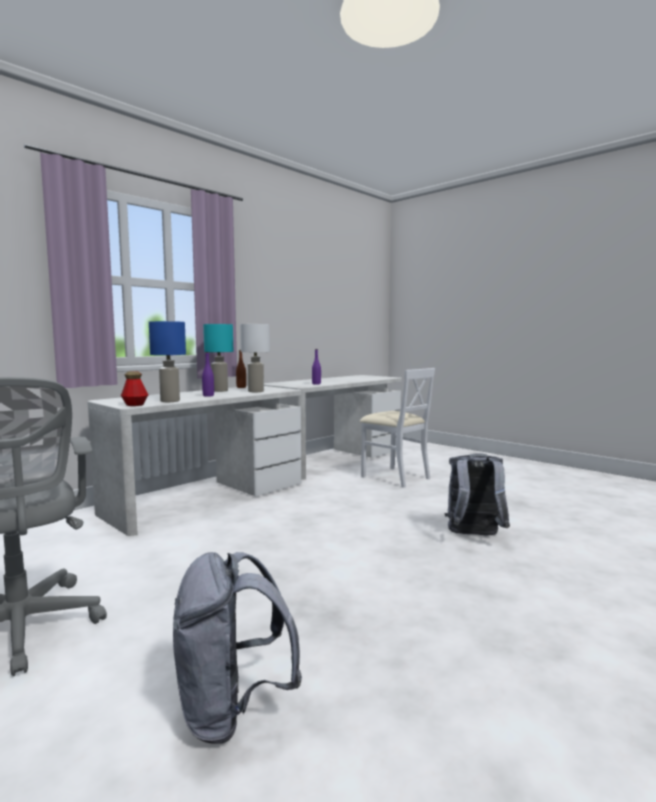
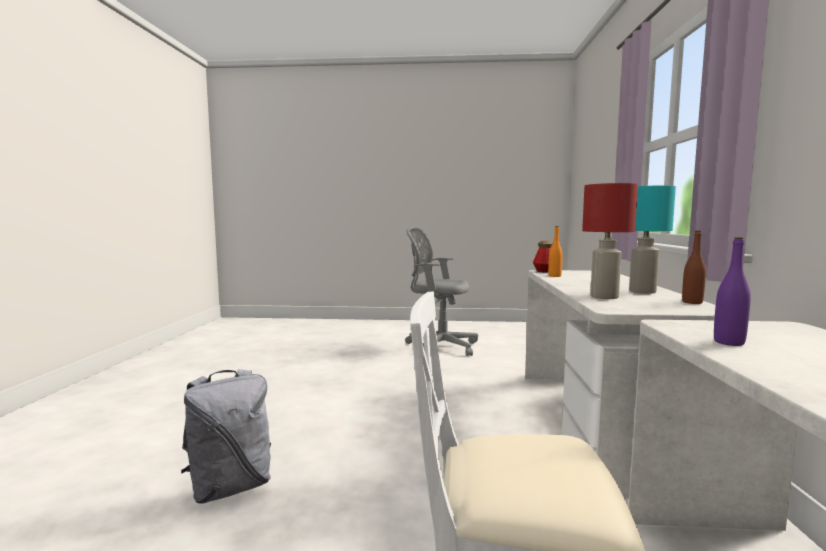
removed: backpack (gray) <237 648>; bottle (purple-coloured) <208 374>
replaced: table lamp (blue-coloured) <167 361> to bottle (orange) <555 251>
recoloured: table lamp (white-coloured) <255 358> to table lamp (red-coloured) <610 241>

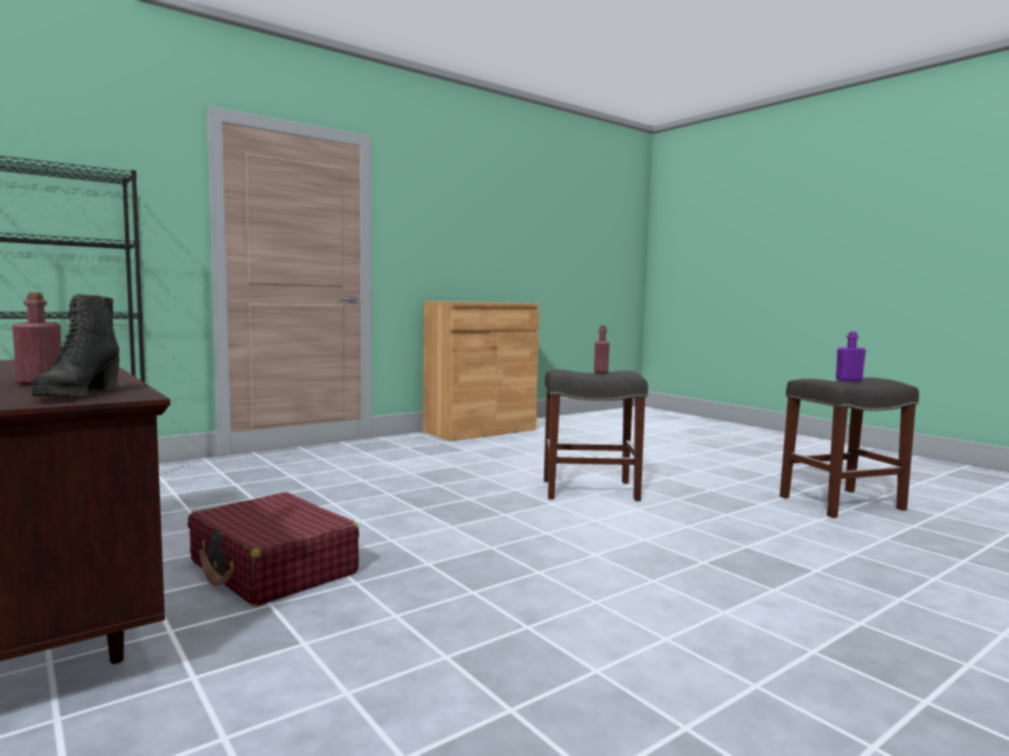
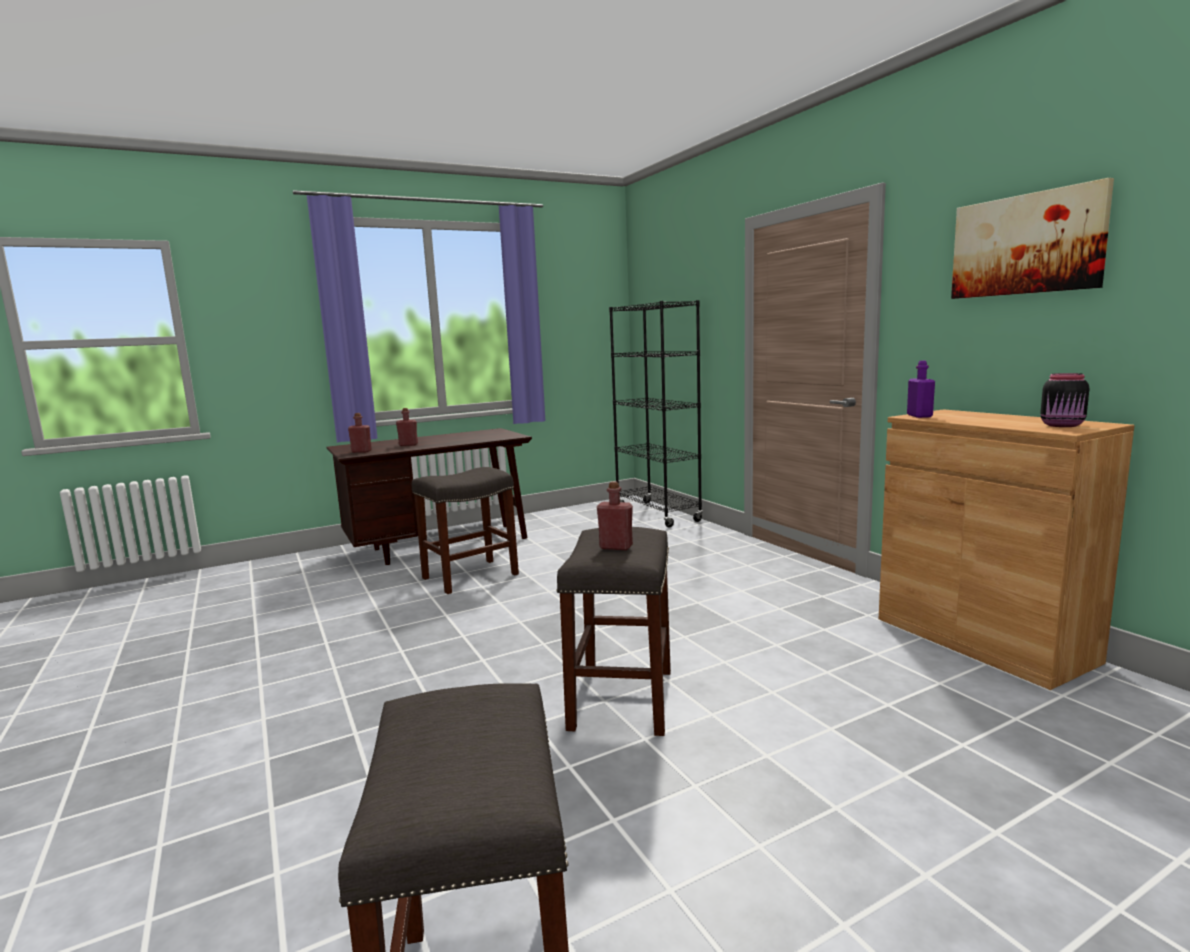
added: picture <1032 238>; preserve jar (black-coloured) <1064 400>
moved: bottle (purple-coloured) <851 356> to <921 389>
replaced: tall boot (black-coloured) <75 345> to bottle (red-coloured) <360 433>; piece of luggage (red-coloured) <273 549> to stool seat (gray) <465 530>

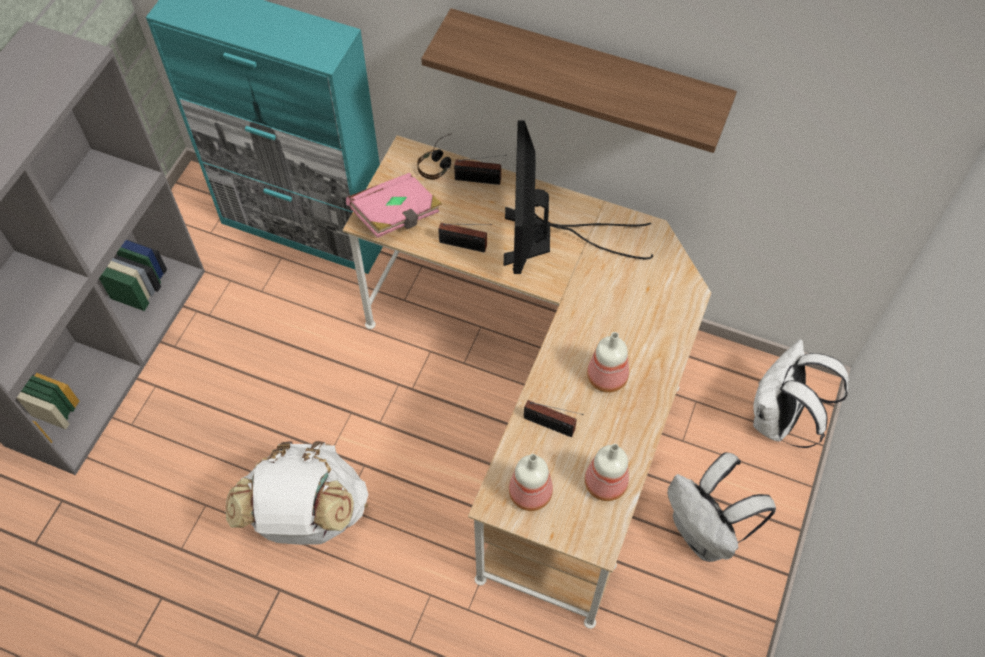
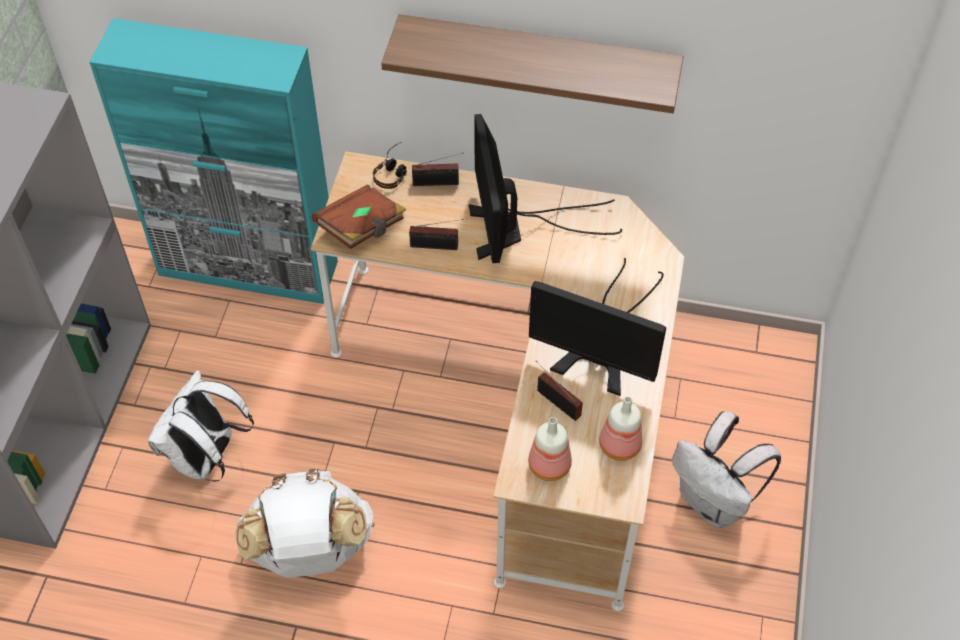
moved: backpack (white-coloured) <801 394> to <201 425>
replaced: bottle <608 362> to computer display <597 327>
recoloured: bound book (pink) <394 205> to bound book (brown) <359 216>
turned: radio set <553 418> = <559 391> 150 degrees counterclockwise

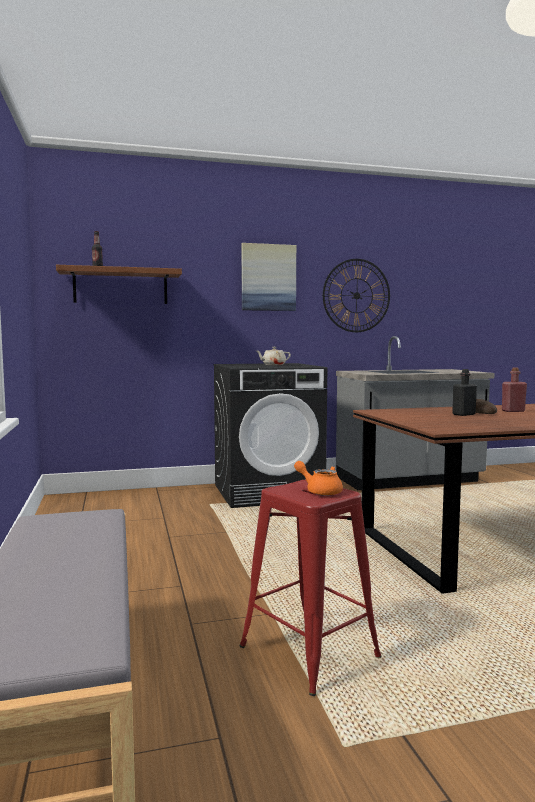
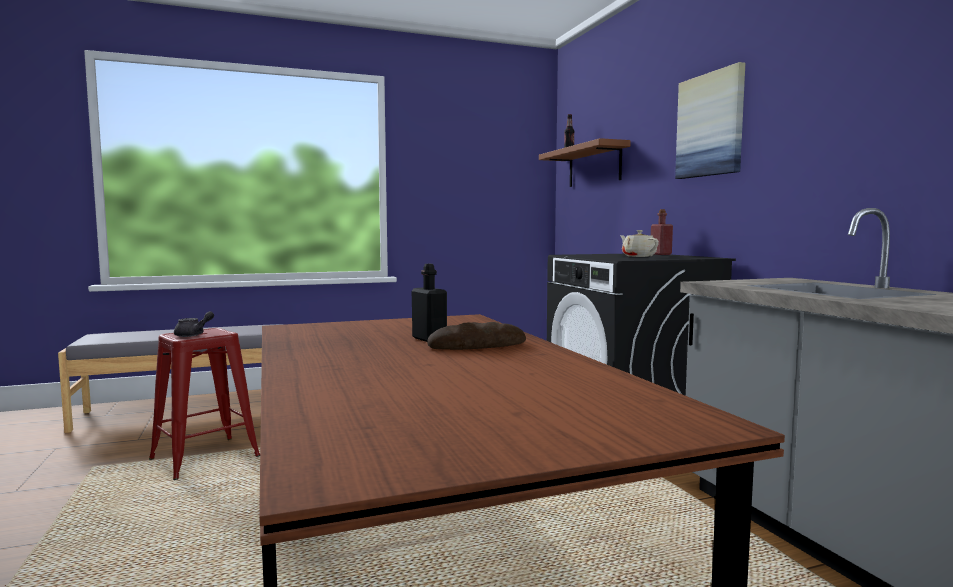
removed: wall clock <356 295>
moved: bottle (red-coloured) <514 390> to <662 232>
recoloured: tea pot (orange) <318 478> to tea pot (gray) <194 324>

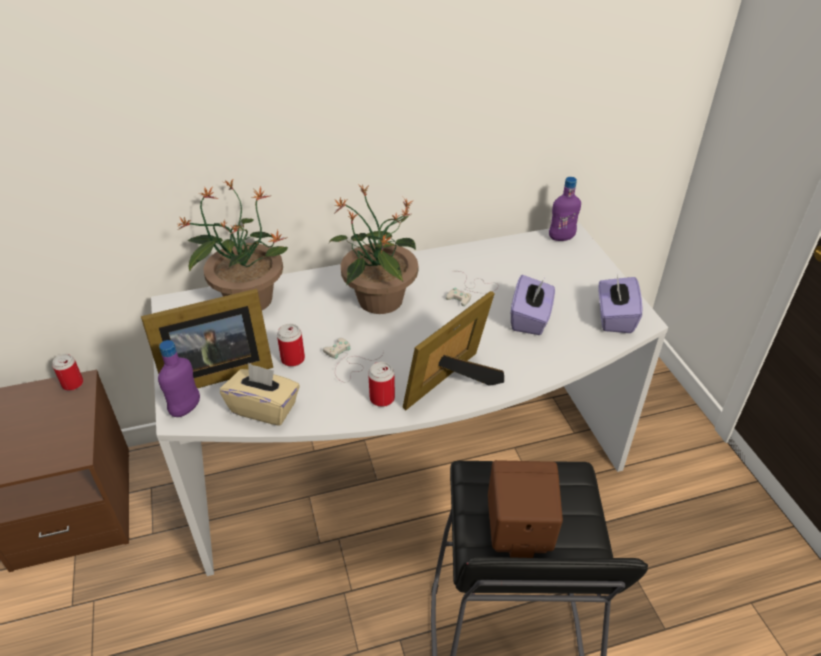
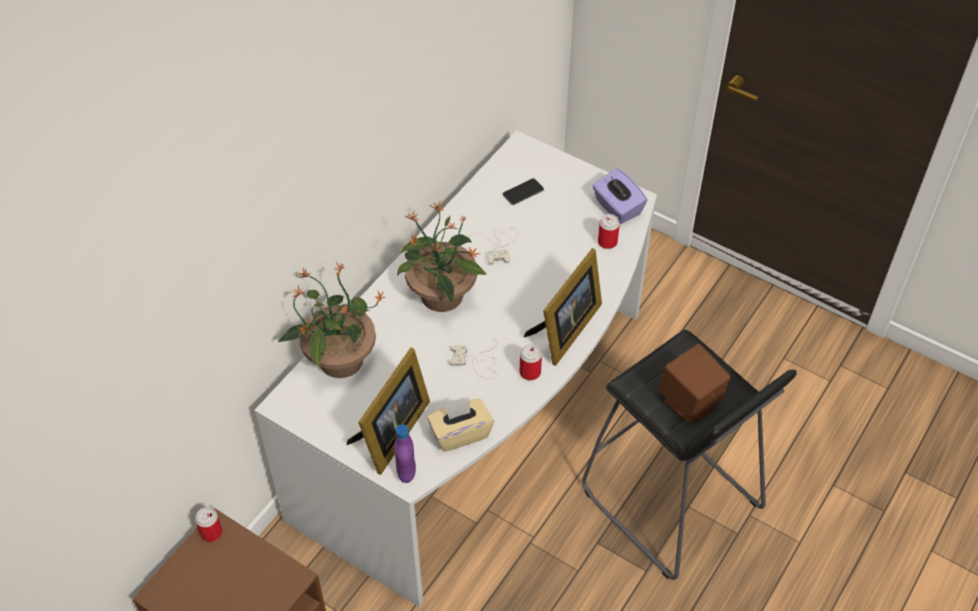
removed: tissue holder (purple-coloured) <533 305>; bottle (purple-coloured) <565 209>
added: telephone <523 191>
moved: metal can <291 345> to <609 231>
turned: standing frame <453 350> = <563 307> 150 degrees counterclockwise

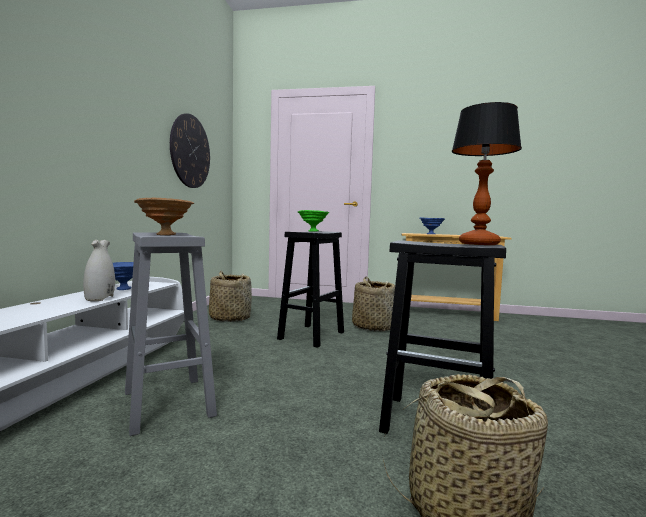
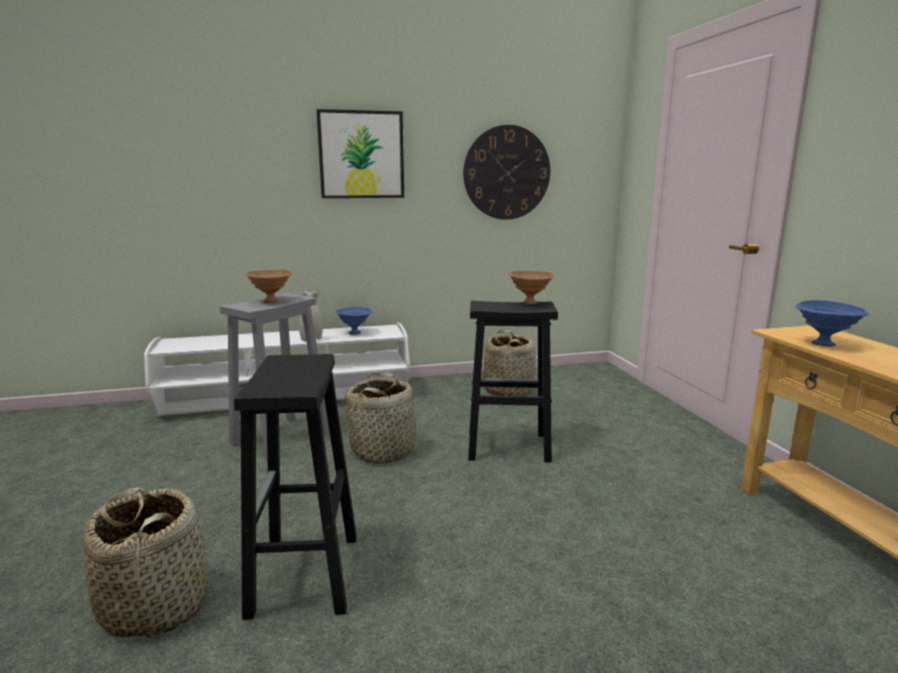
removed: table lamp <487 173>
added: picture <360 153>
moved: household basket <373 304> to <382 418>
recoloured: serving bowl (green) <313 221> to serving bowl (brown) <531 288>

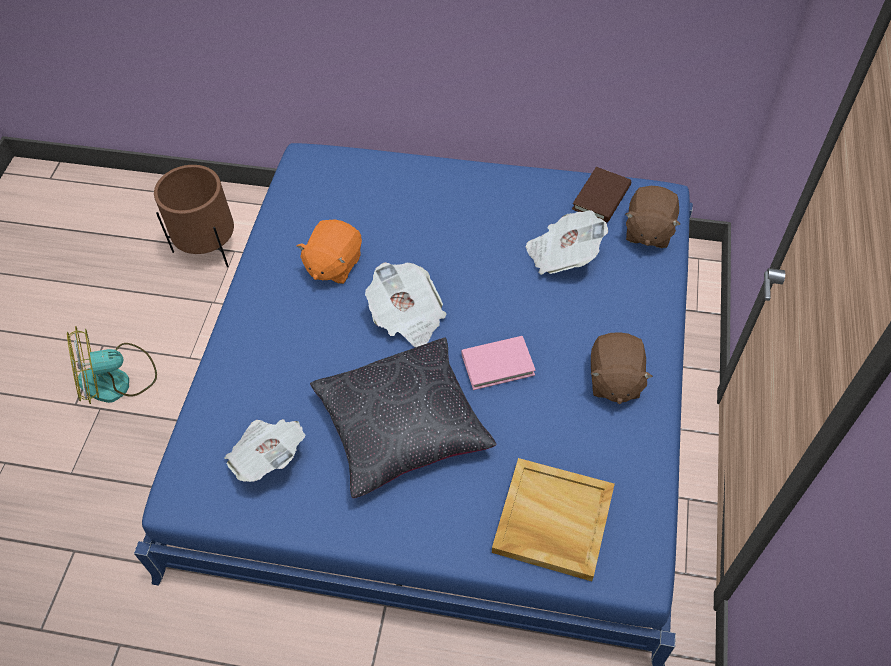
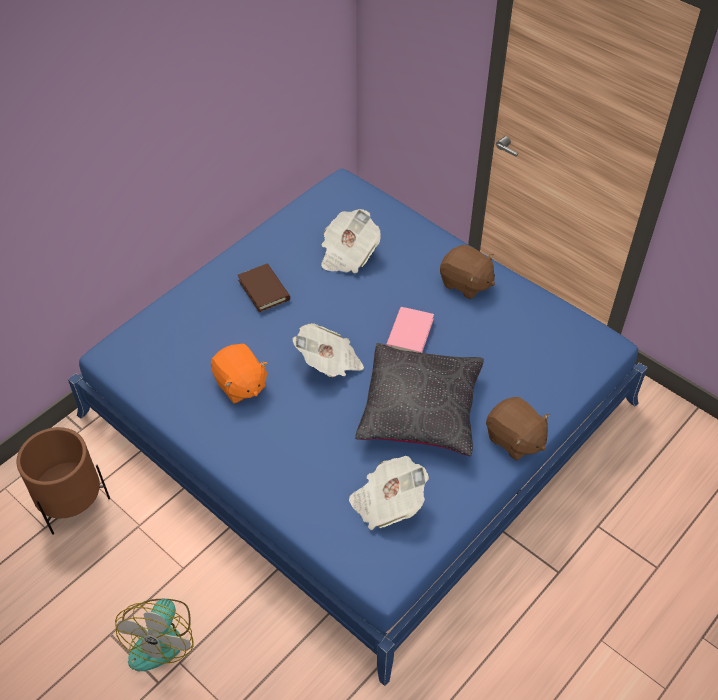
removed: tray (sand-coloured) <553 519>
moved: bound book (brown) <601 195> to <264 288>; soft toy (brown) <653 217> to <518 428>

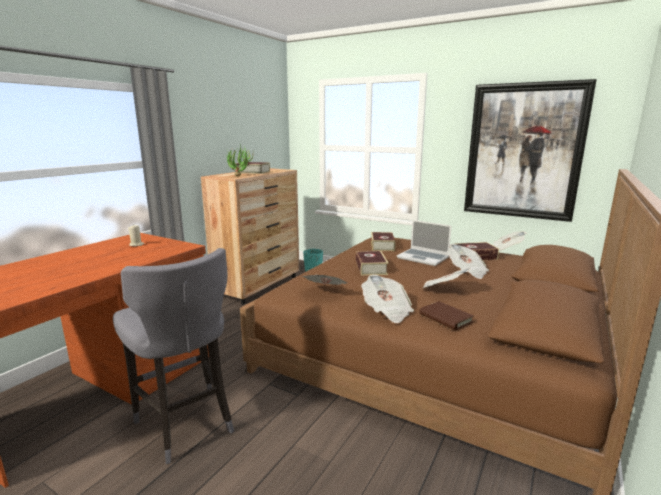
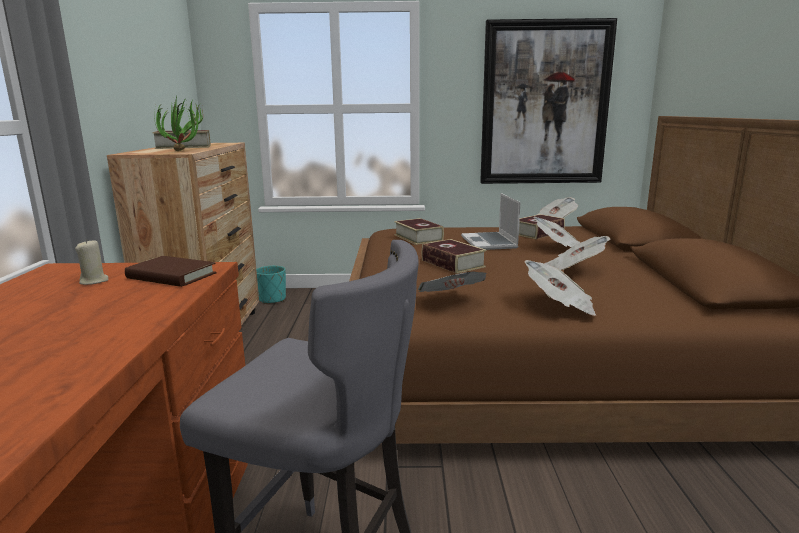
moved: bound book (brown) <446 315> to <170 271>
turned: notebook computer <424 243> = <490 221> 75 degrees clockwise

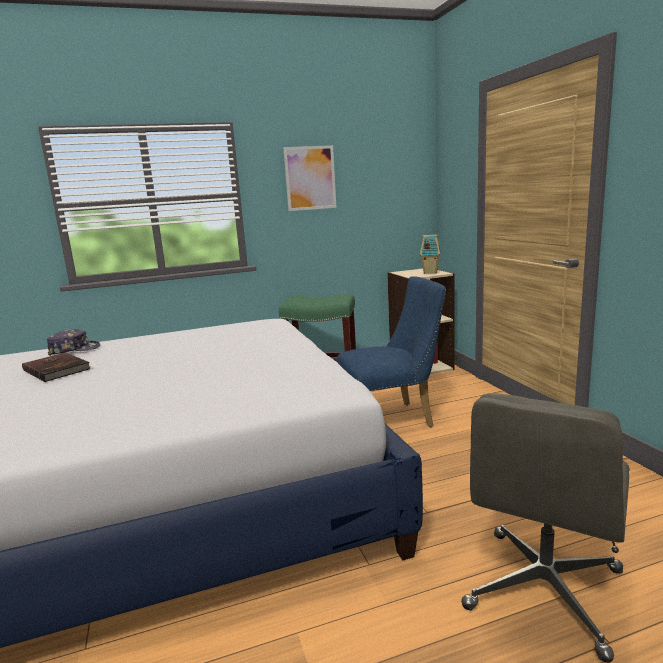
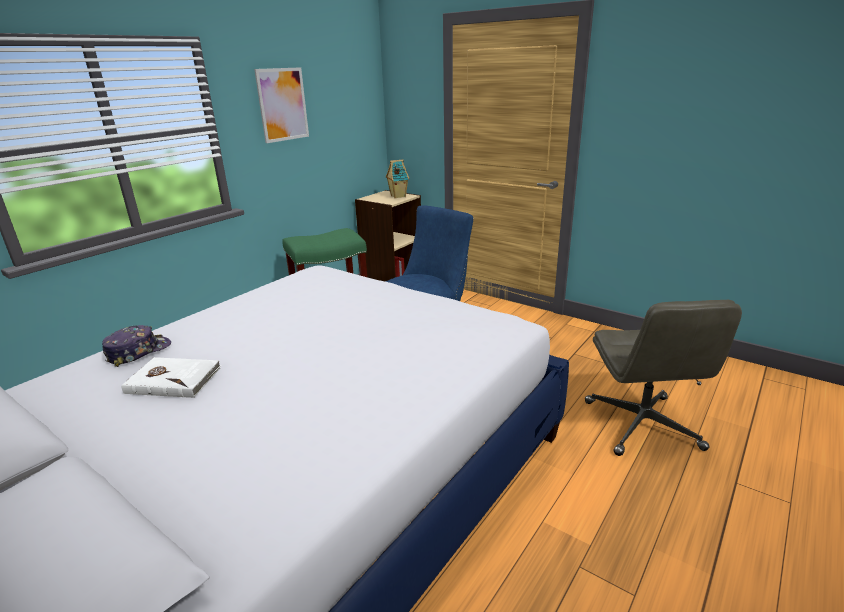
recoloured: bound book (brown) <56 367> to bound book (white-coloured) <171 377>

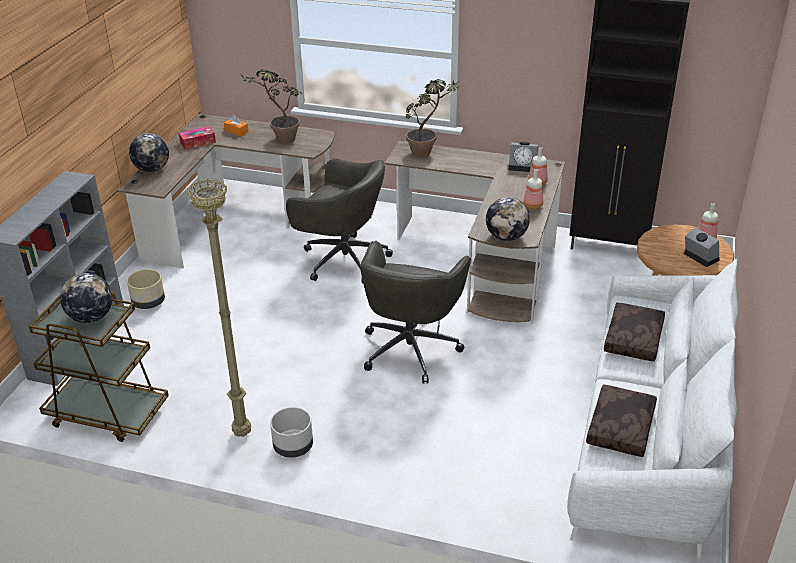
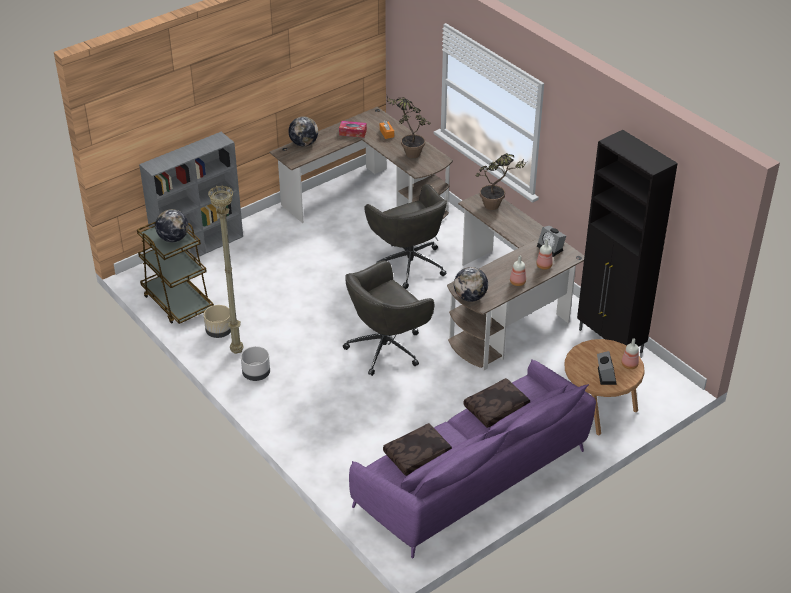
moved: planter (sand-coloured) <146 289> to <217 321>
recoloured: sofa (white-coloured) <652 409> to sofa (purple-coloured) <472 459>

